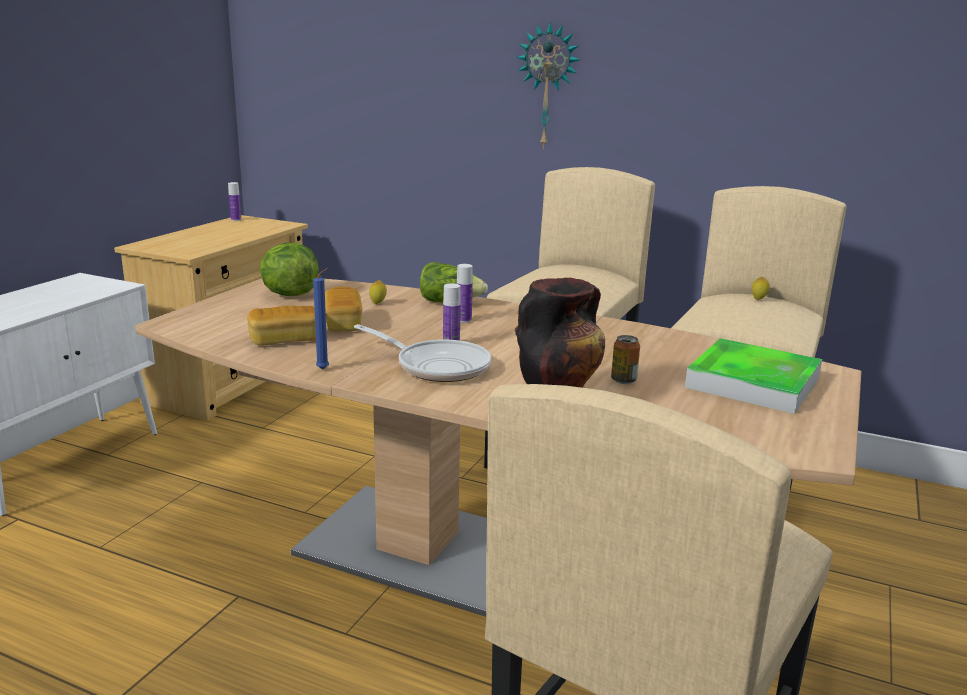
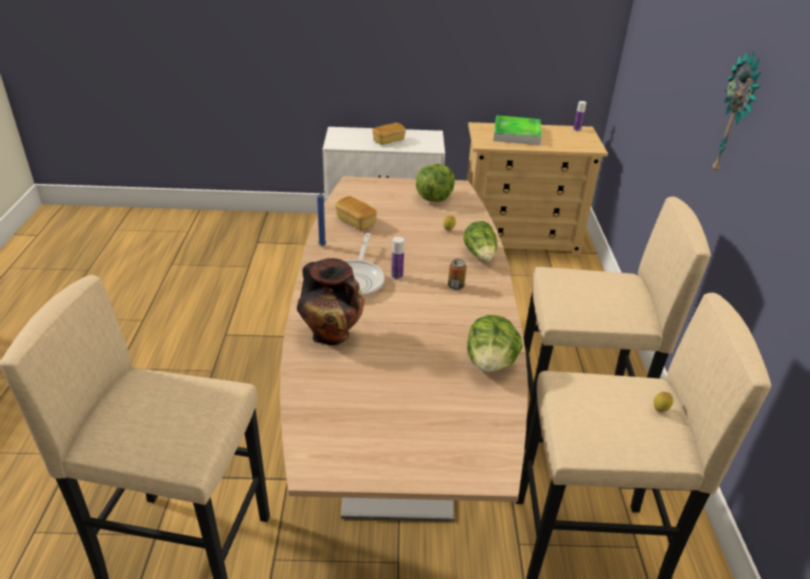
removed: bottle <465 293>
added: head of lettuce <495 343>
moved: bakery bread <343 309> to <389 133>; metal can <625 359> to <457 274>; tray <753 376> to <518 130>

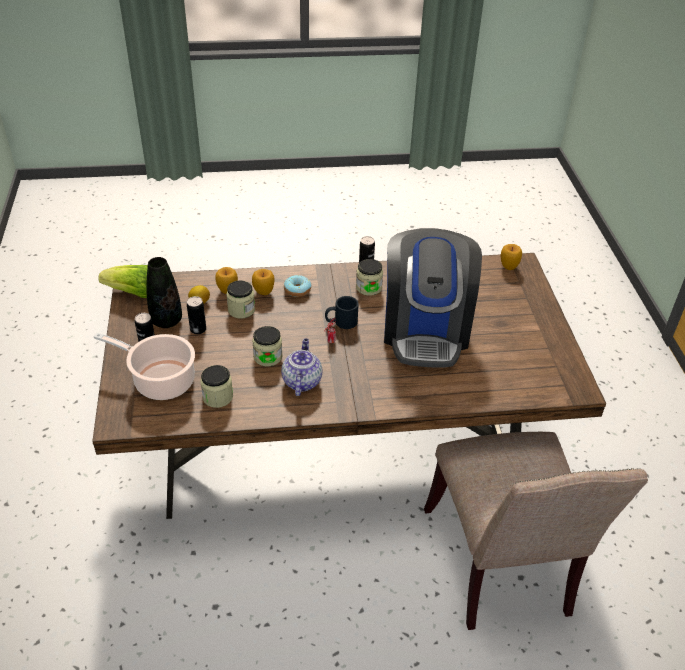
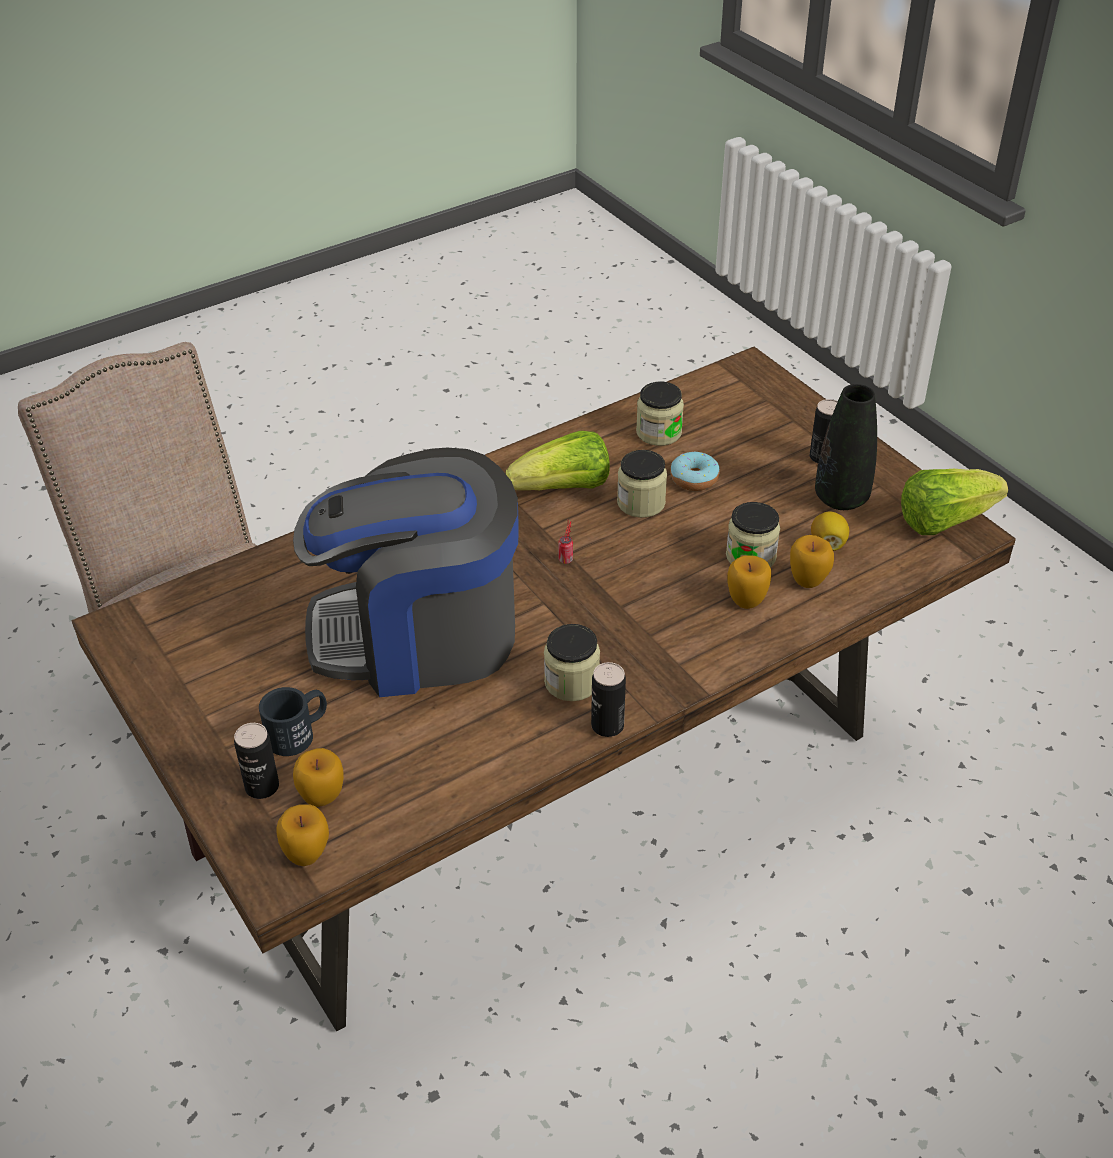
removed: saucepot <144 366>
added: apple <318 777>
moved: metal can <196 315> to <256 761>; coffee mug (black-coloured) <342 312> to <293 721>; ring doughnut <297 286> to <695 471>
replaced: tea pot <301 367> to head of lettuce <558 460>
turned: coffee brewer <433 298> = <406 572> 75 degrees counterclockwise

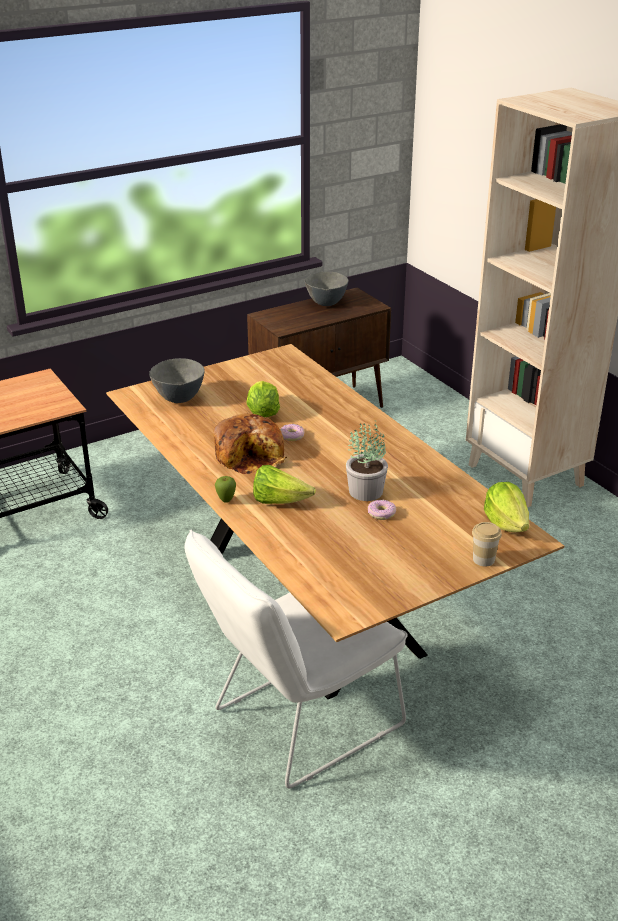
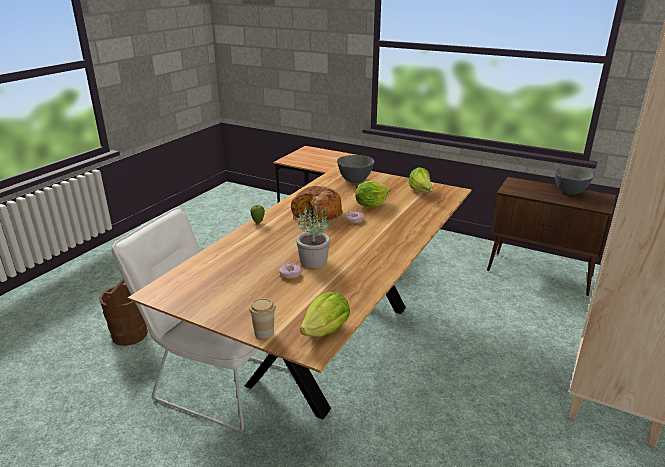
added: water bucket (brown) <123 312>
moved: head of lettuce <284 484> to <420 180>

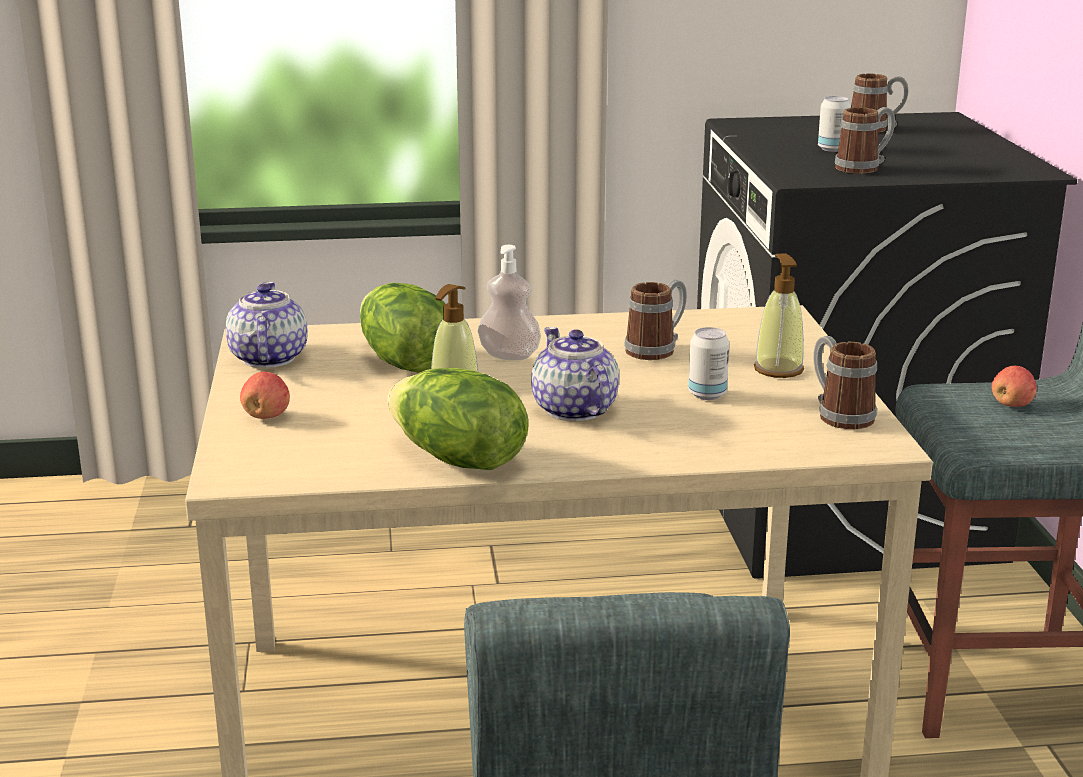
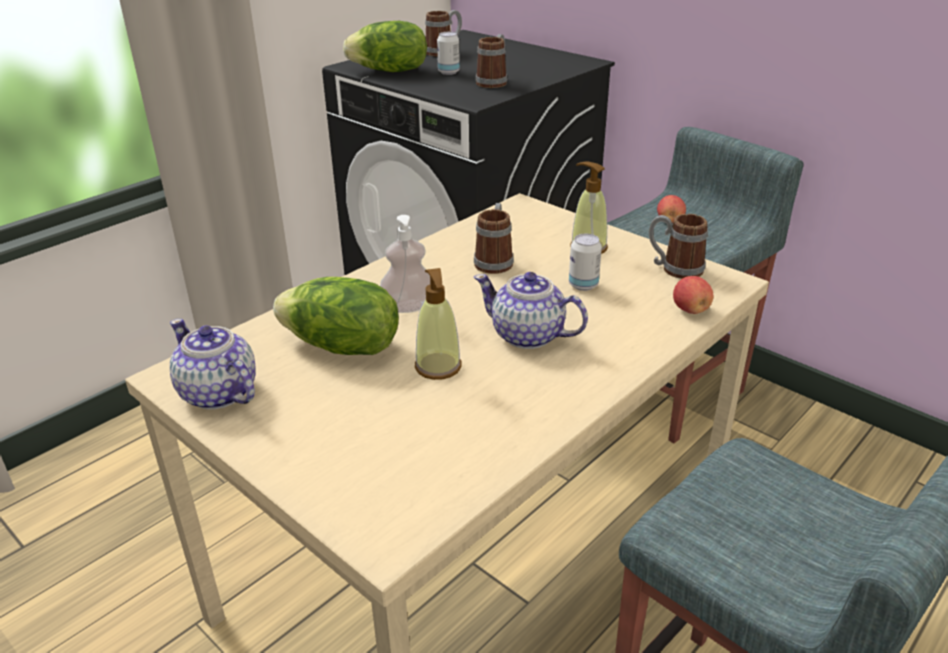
moved: head of lettuce <457 419> to <385 46>; apple <265 395> to <693 295>

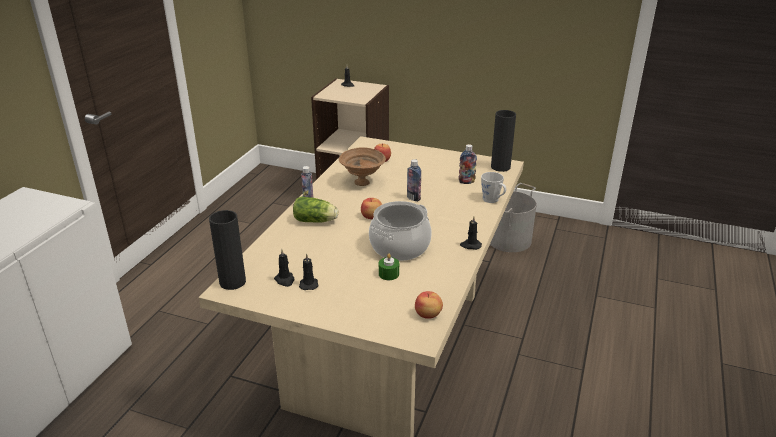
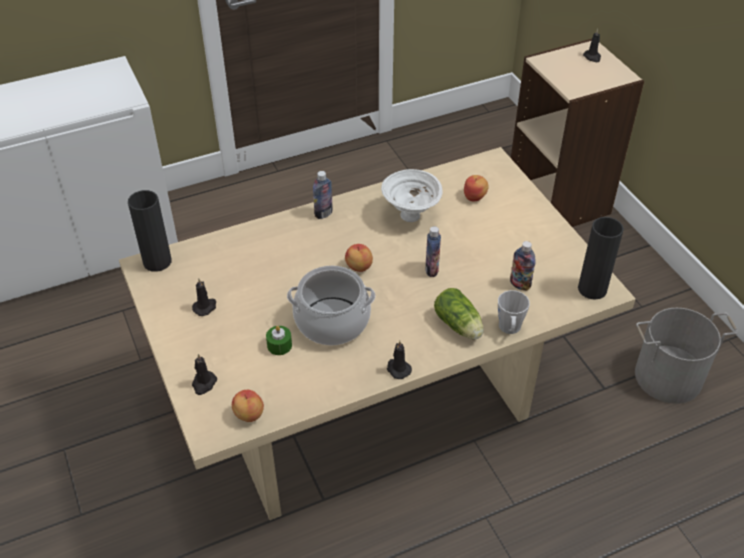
moved: candle (black-coloured) <284 268> to <204 374>; head of lettuce <315 209> to <459 313>
recoloured: serving bowl (brown) <362 166> to serving bowl (white-coloured) <412 195>

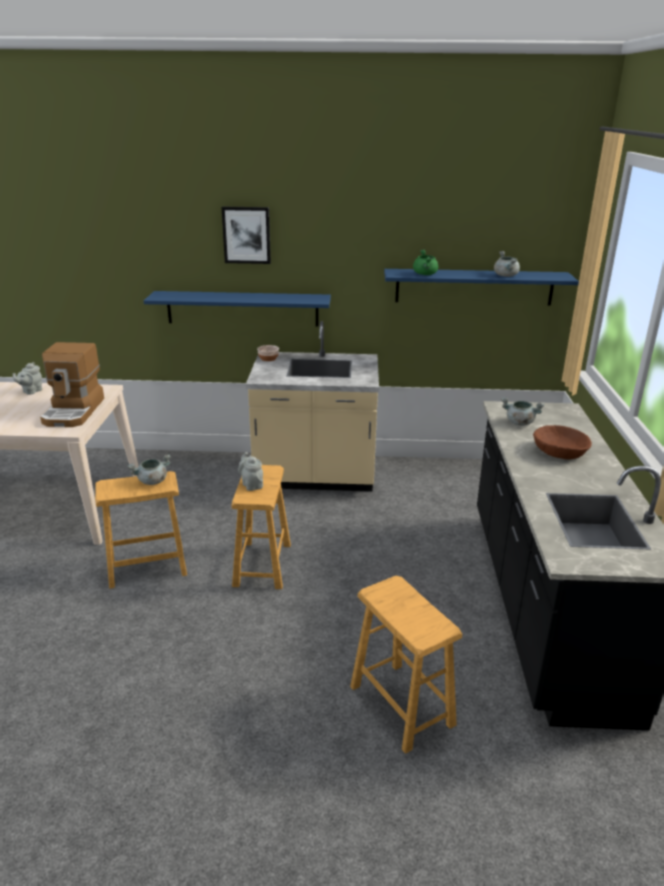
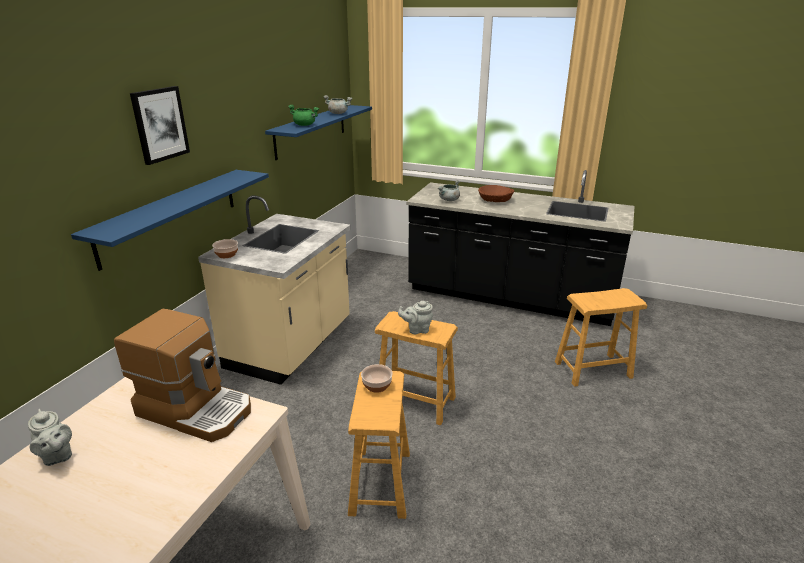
replaced: saucepot (gray) <149 469> to serving bowl <377 378>

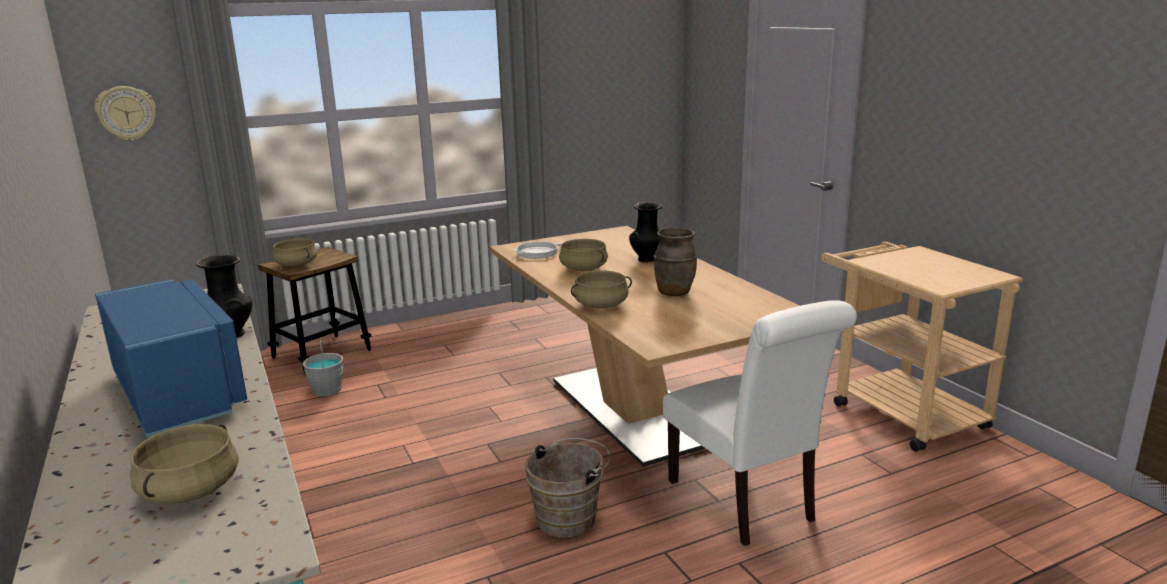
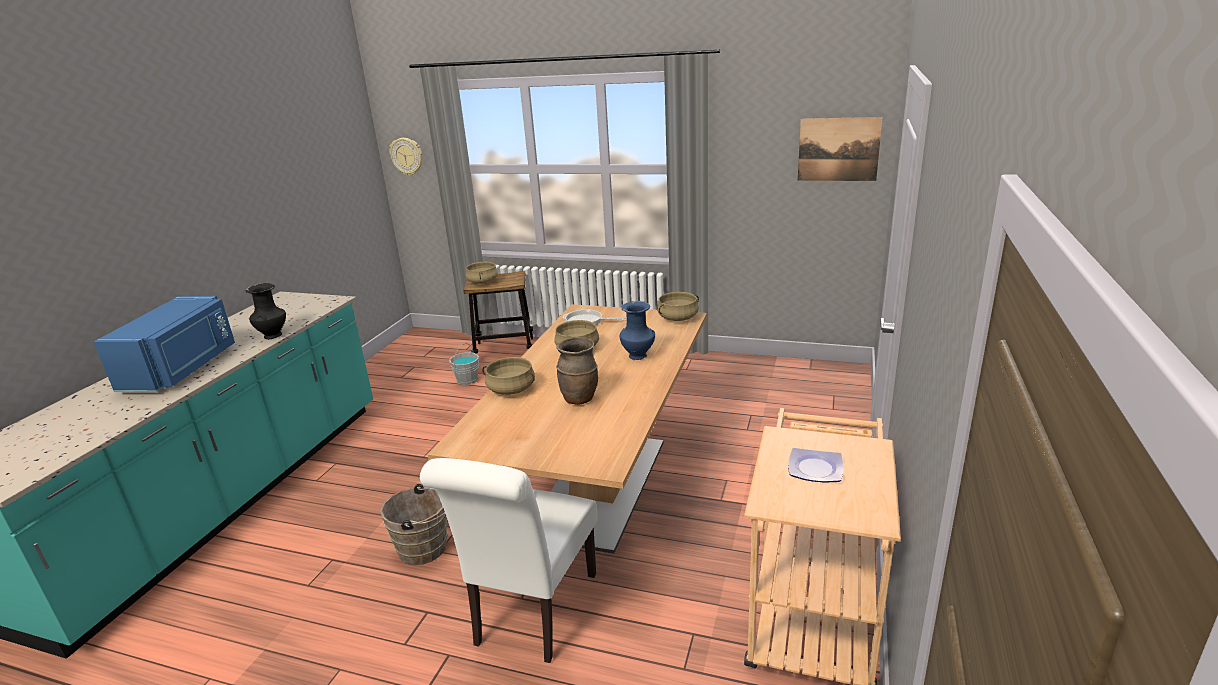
added: plate <816 465>; picture <840 149>
moved: saucepot (sand-coloured) <184 464> to <678 306>
recoloured: vase (black-coloured) <645 232> to vase (blue-coloured) <637 330>

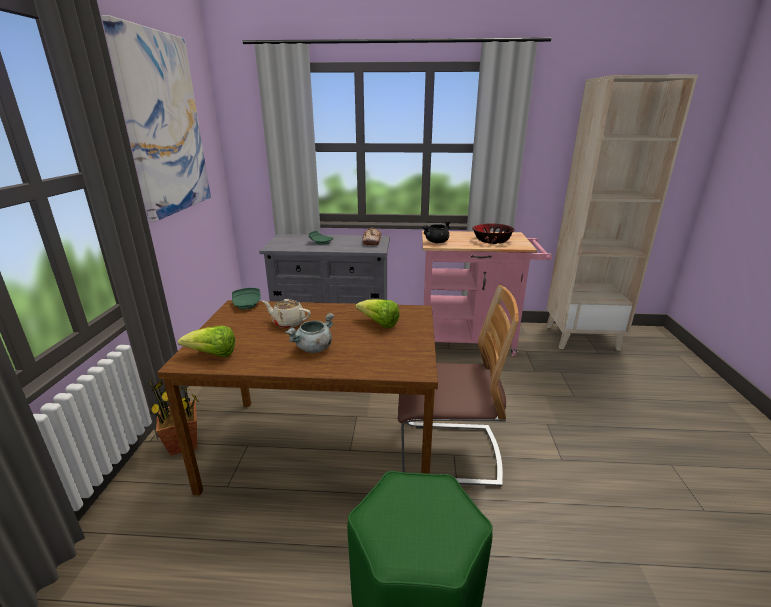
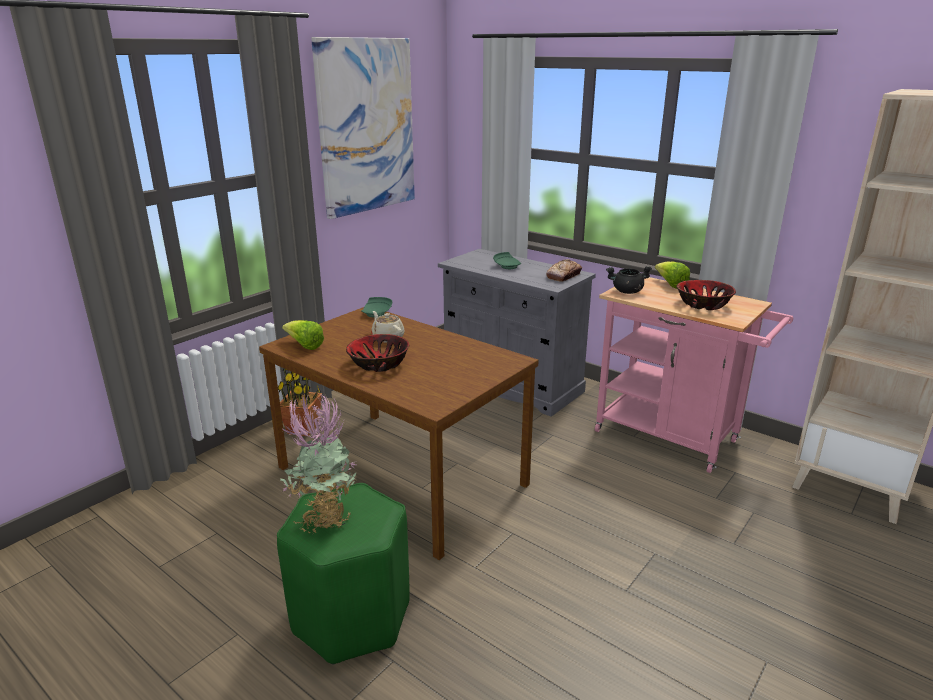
removed: upright chair <458 385>
added: potted plant <318 463>
moved: head of lettuce <377 314> to <672 275>
replaced: saucepot (gray) <309 333> to serving bowl <377 353>

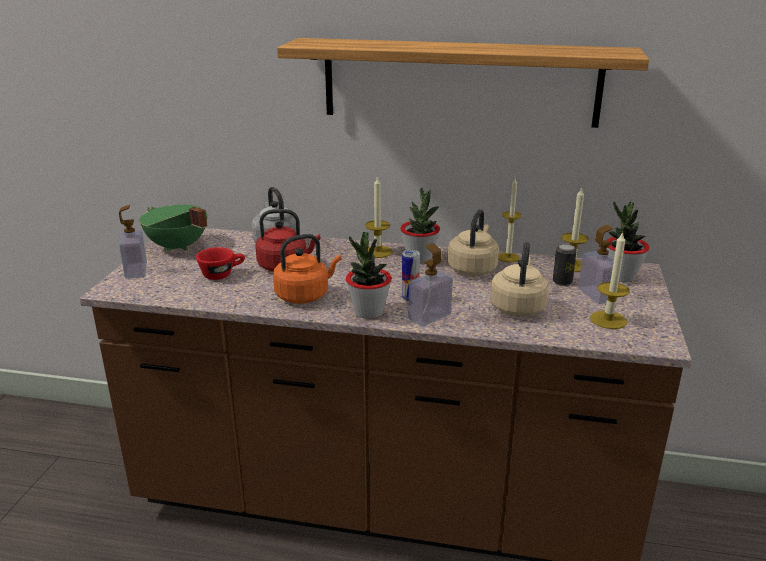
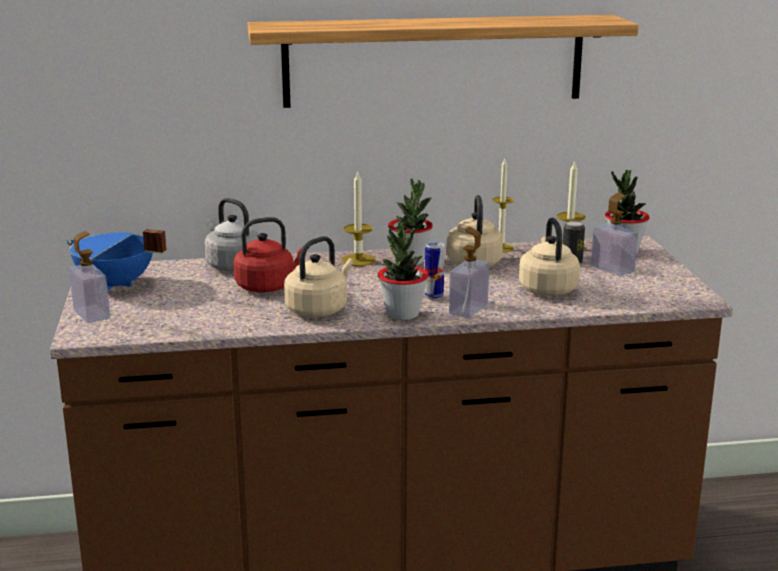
removed: cup (red-coloured) <220 263>; candle <610 280>
recoloured: saucepot (green) <173 228> to saucepot (blue-coloured) <116 259>; water kettle (orange) <307 269> to water kettle (sand-coloured) <318 276>

